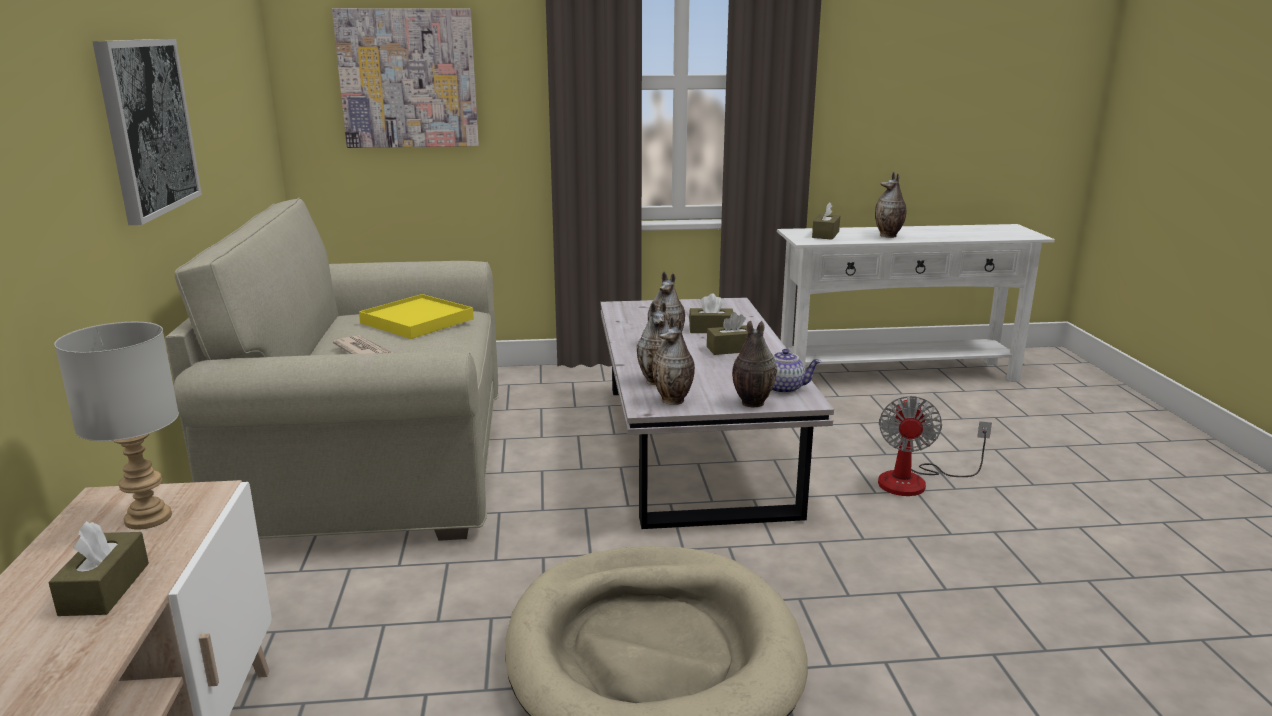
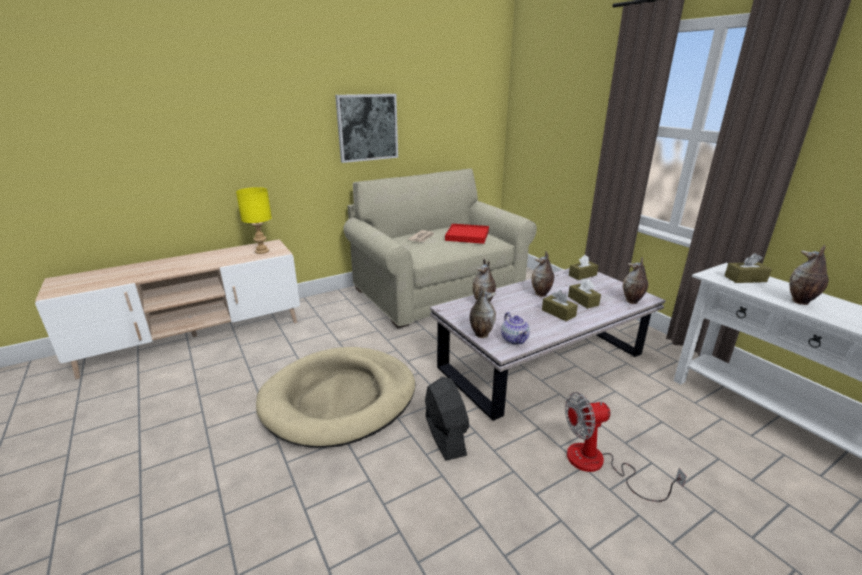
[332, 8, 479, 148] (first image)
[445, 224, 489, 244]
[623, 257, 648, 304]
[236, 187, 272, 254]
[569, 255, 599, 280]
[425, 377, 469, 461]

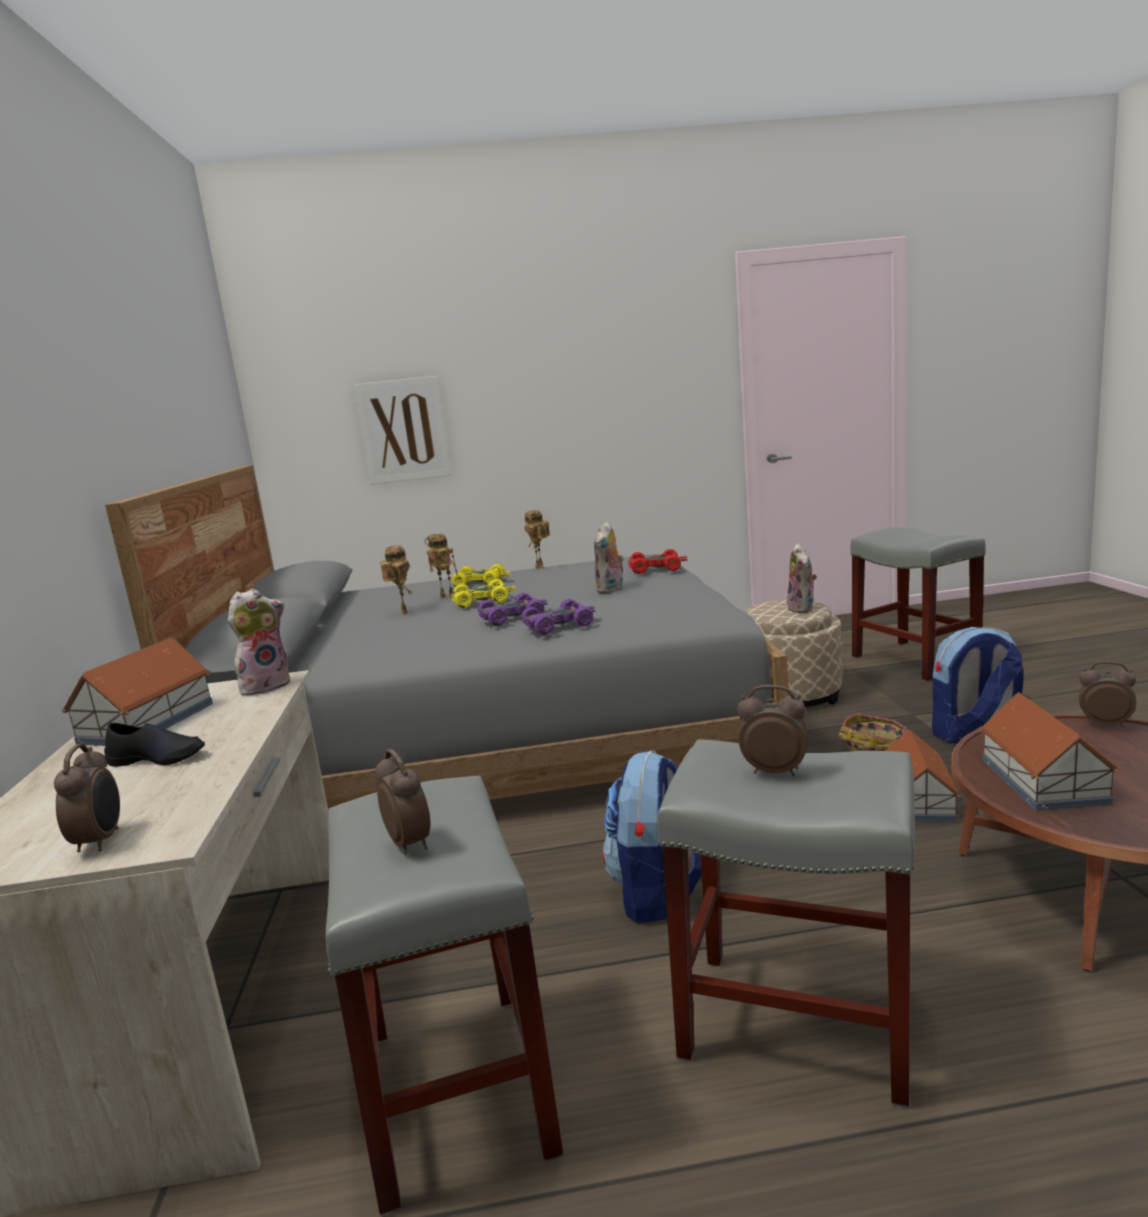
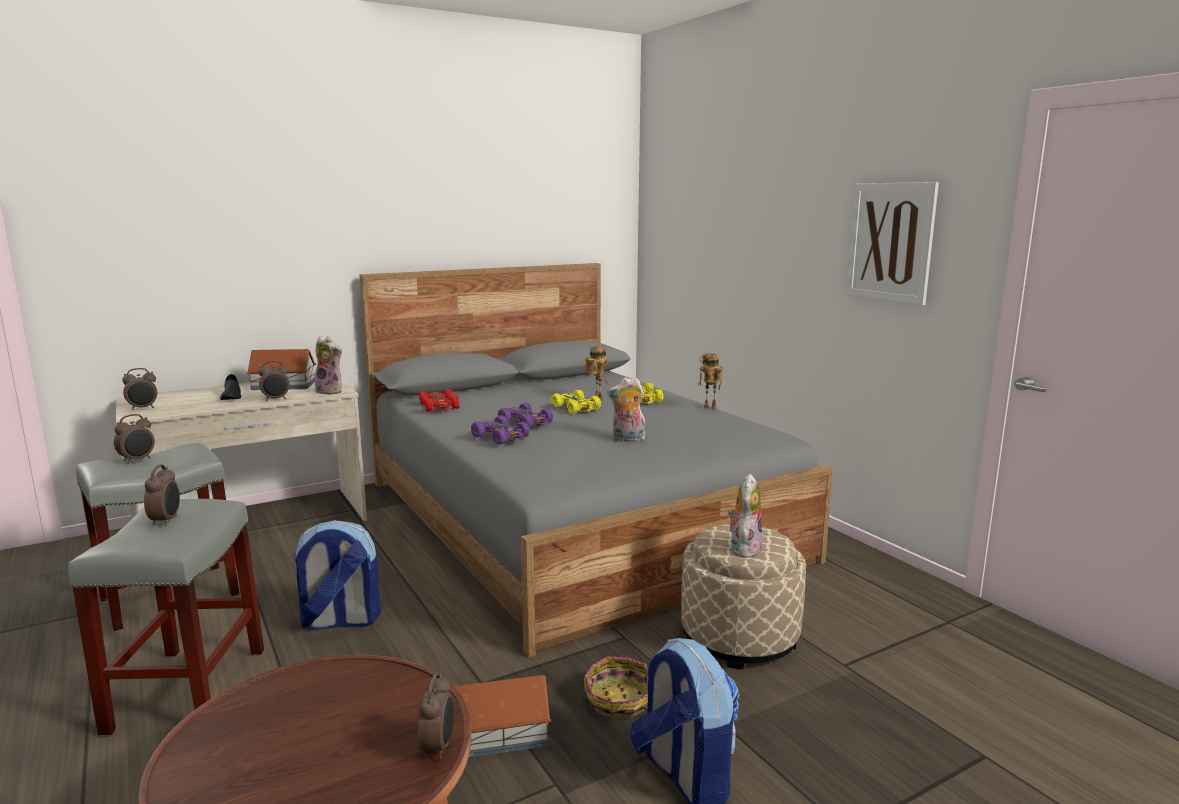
[846, 182, 939, 306]
[850, 527, 986, 682] (first image)
[728, 474, 763, 558]
[380, 545, 413, 615] (first image)
[419, 389, 460, 412]
[979, 692, 1120, 811] (first image)
[259, 361, 290, 401]

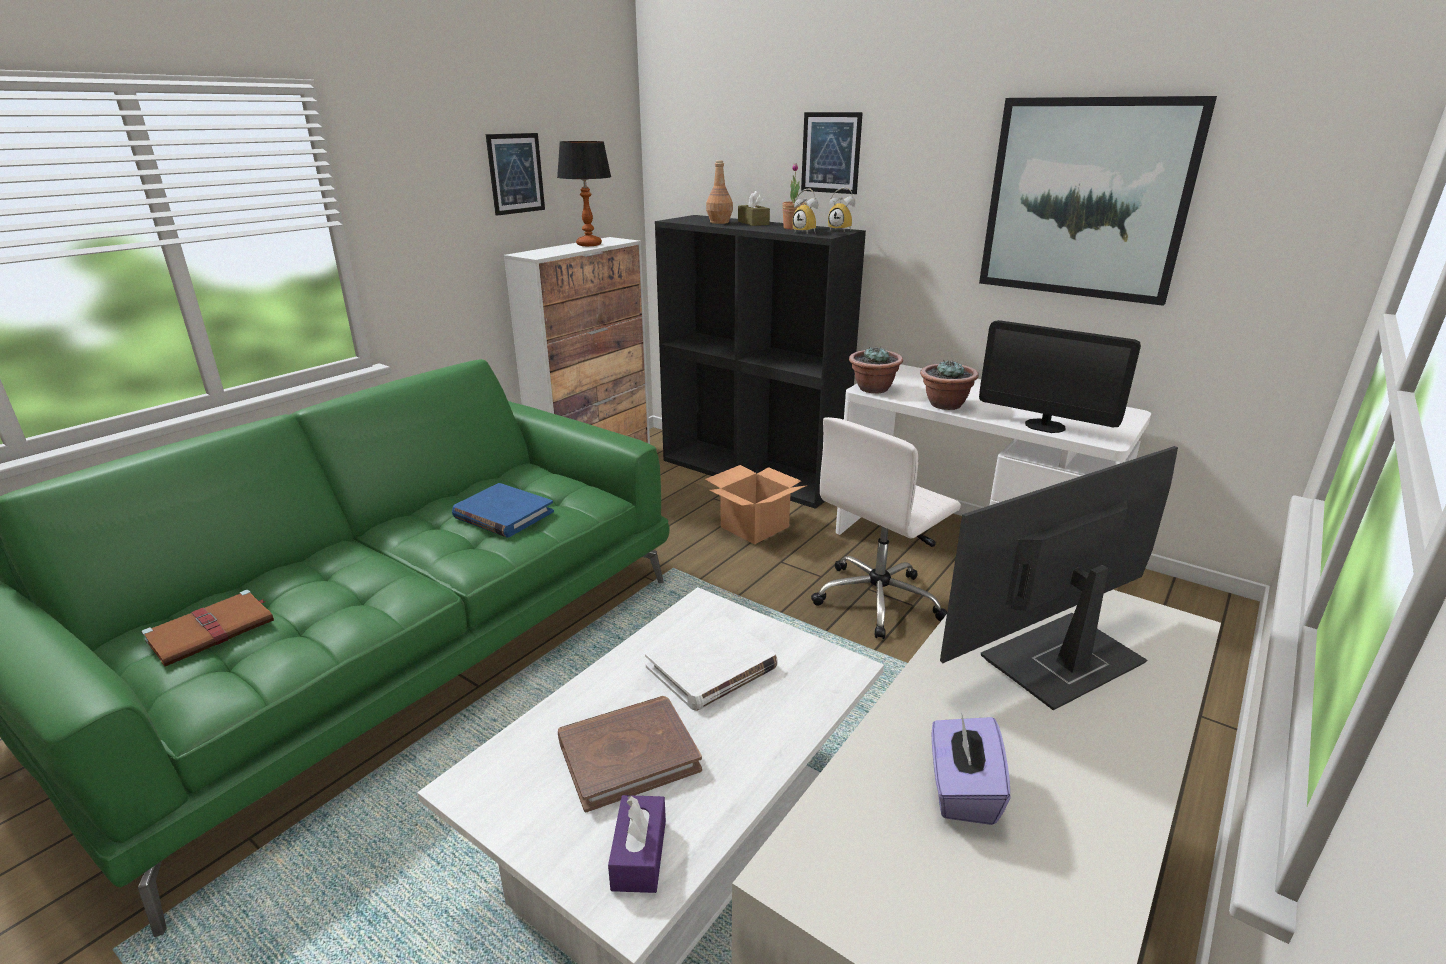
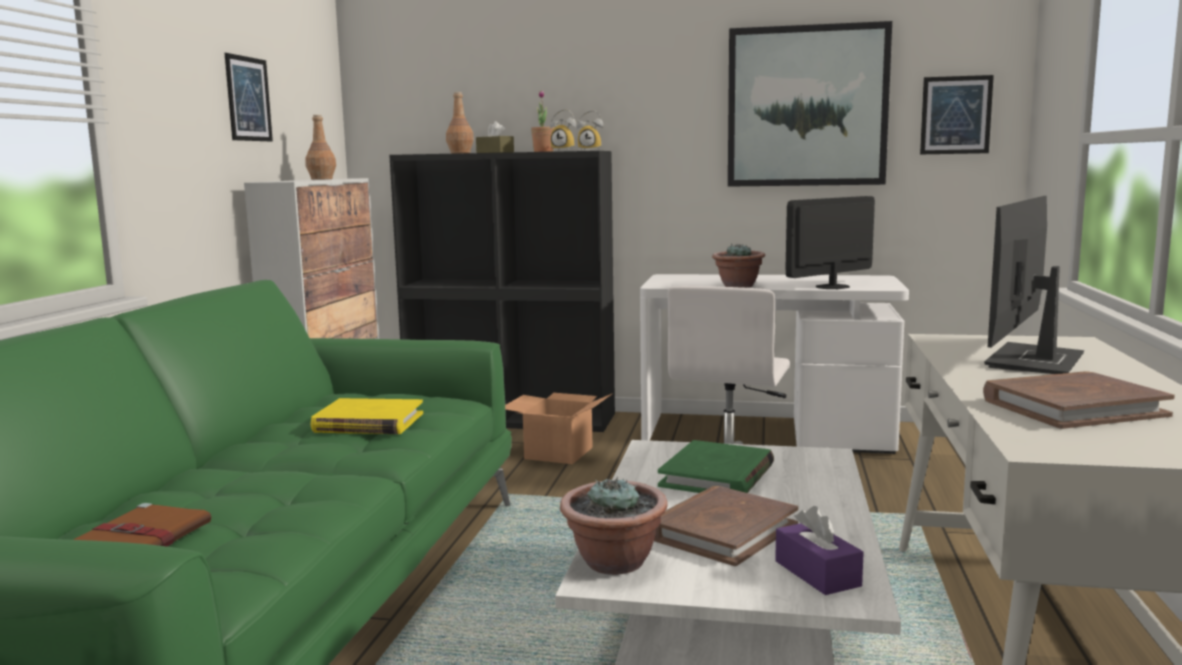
[920, 75, 994, 154]
[305, 115, 336, 180]
[786, 196, 875, 289]
[560, 477, 668, 575]
[311, 398, 423, 434]
[658, 440, 774, 493]
[983, 371, 1175, 429]

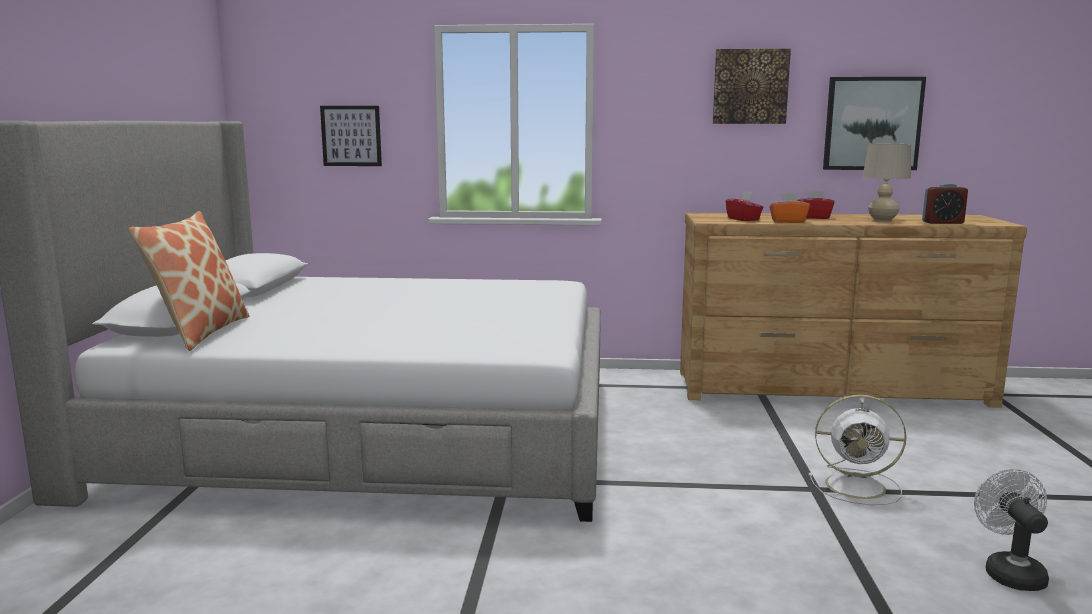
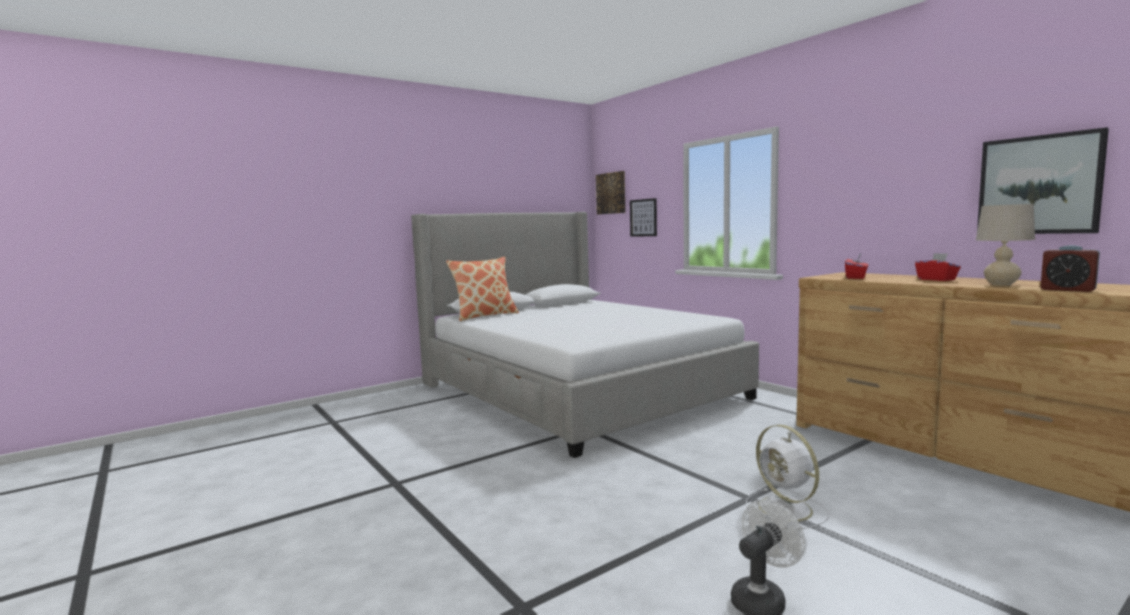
[596, 171, 625, 214]
[769, 193, 810, 223] (first image)

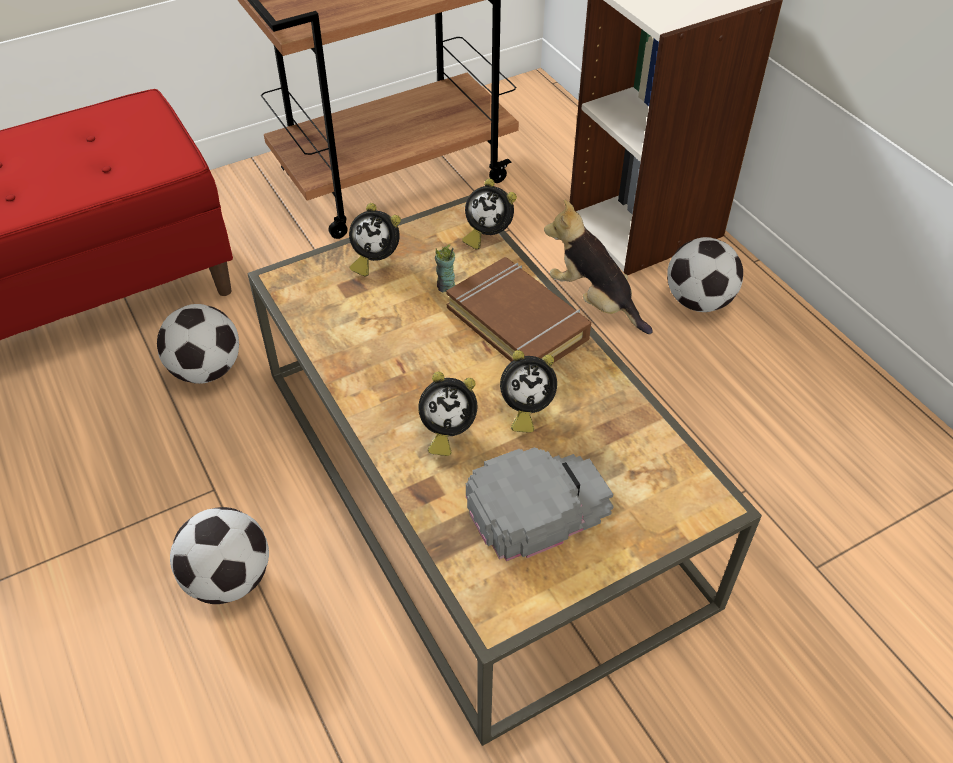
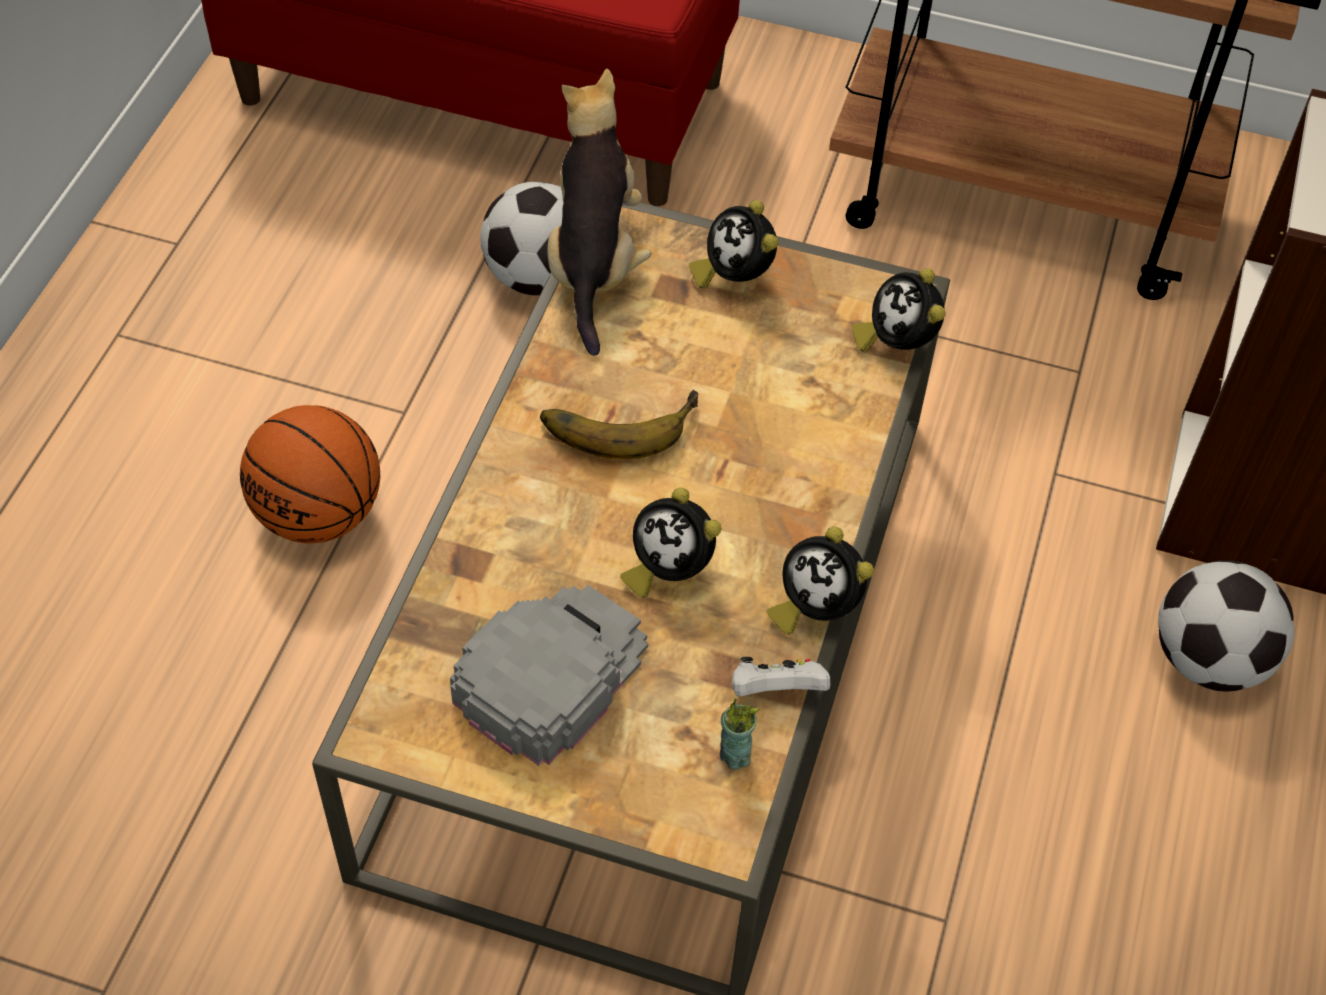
[547, 69, 652, 356]
[720, 699, 760, 770]
[446, 257, 591, 363] (first image)
[767, 527, 874, 635]
[450, 585, 648, 766]
[240, 405, 380, 544]
[540, 390, 698, 459]
[732, 657, 830, 697]

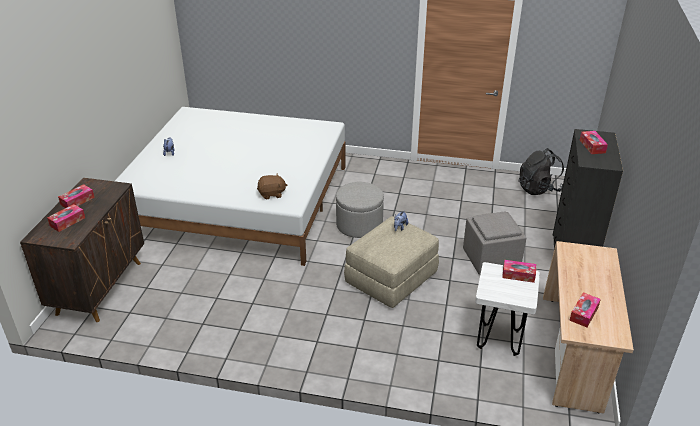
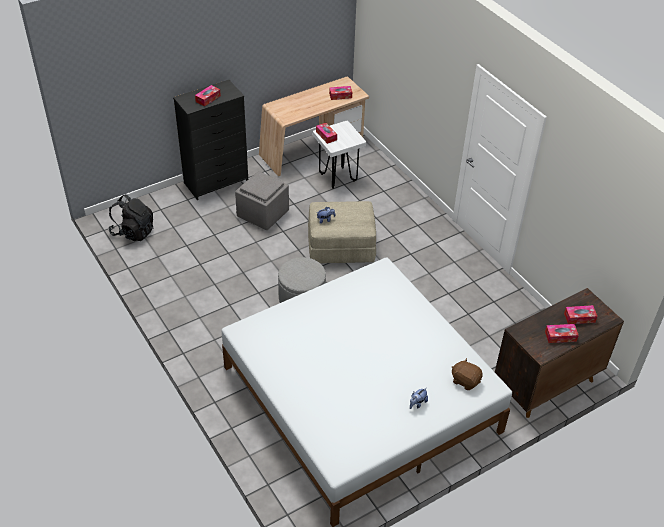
[452, 358, 483, 390]

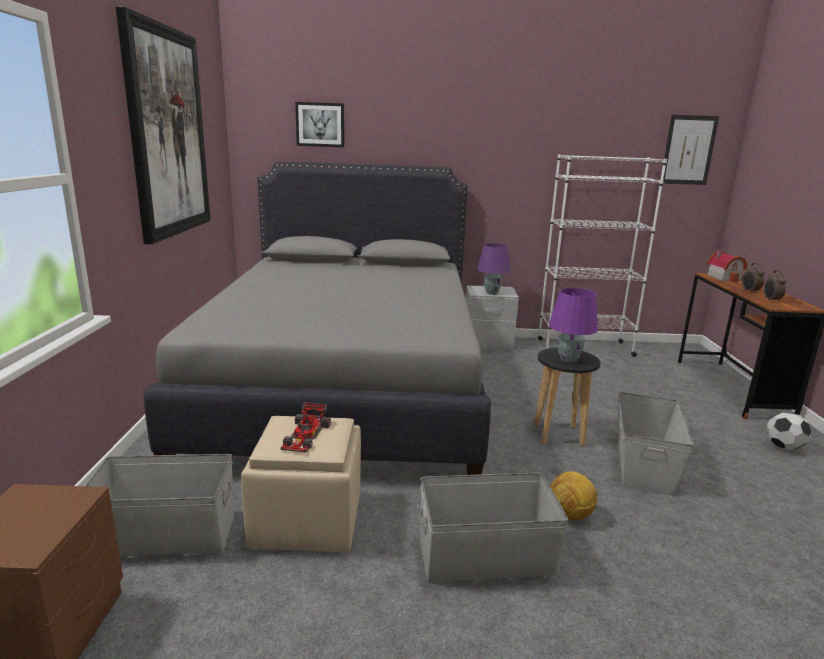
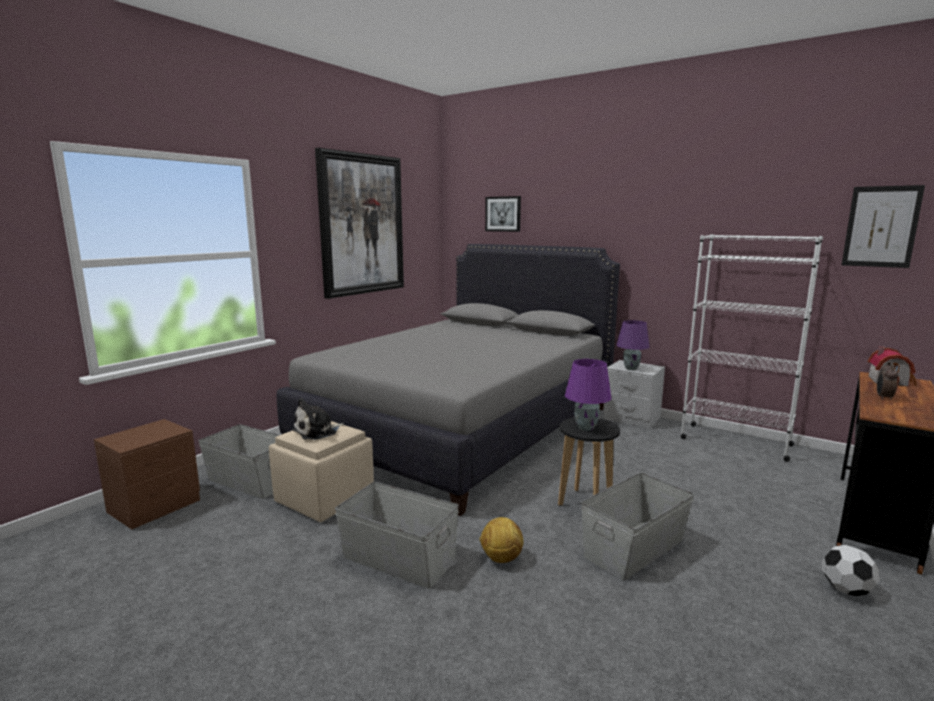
[764, 270, 786, 302] (first image)
[293, 398, 344, 440]

